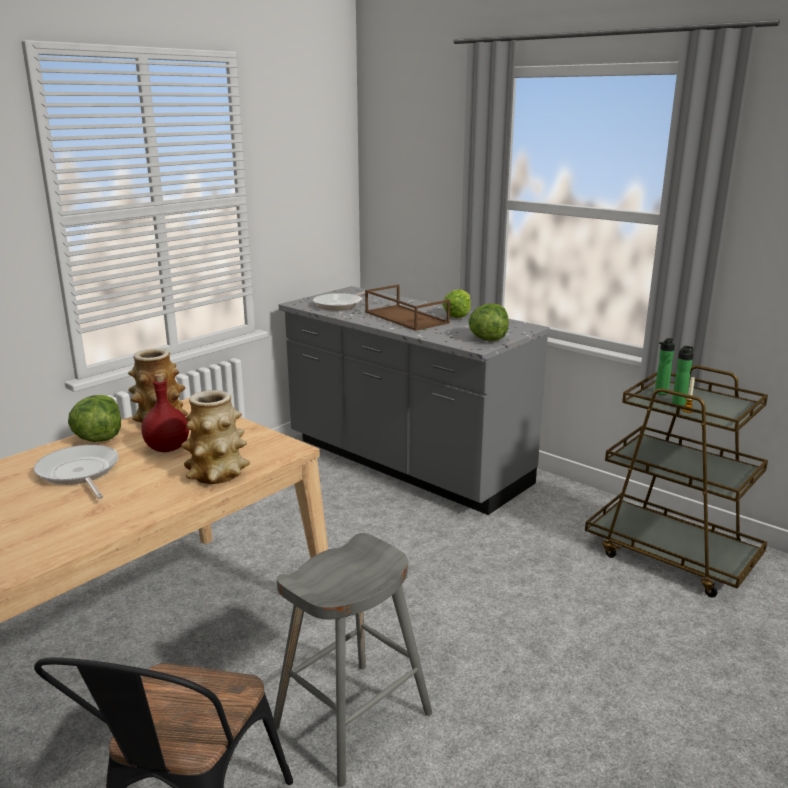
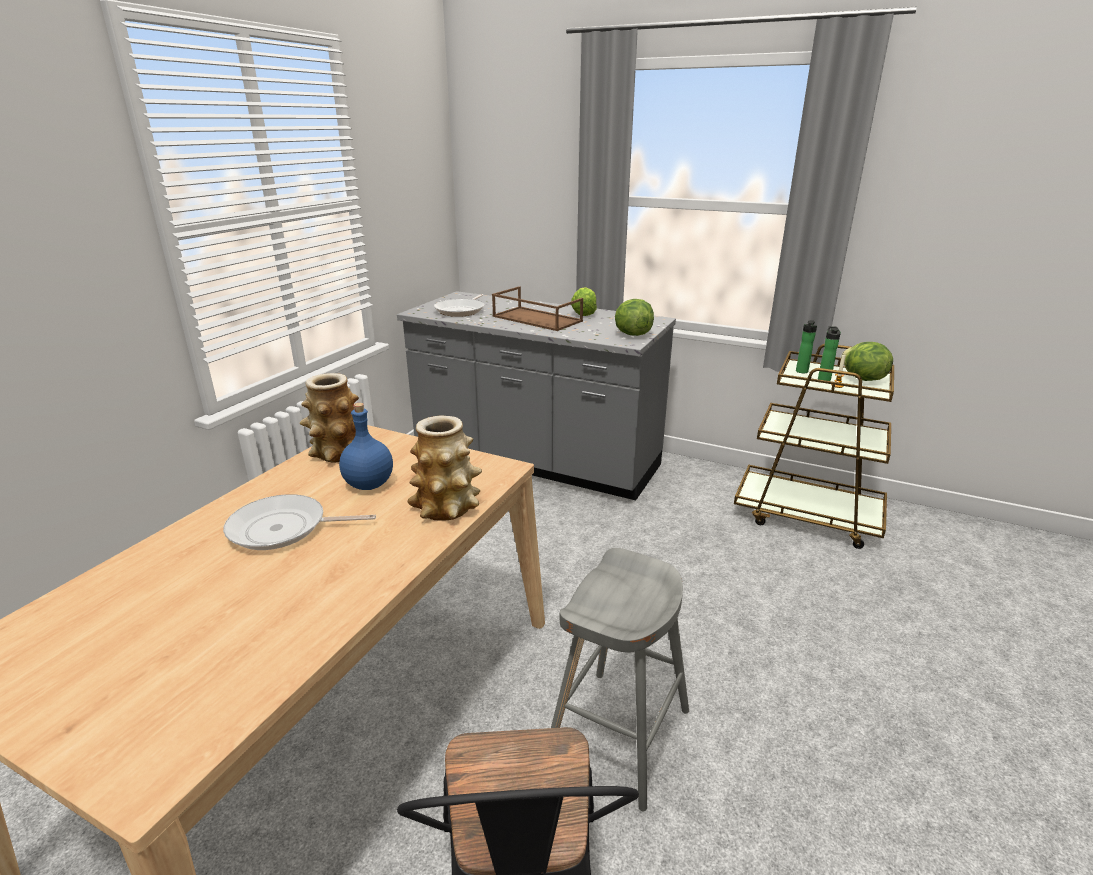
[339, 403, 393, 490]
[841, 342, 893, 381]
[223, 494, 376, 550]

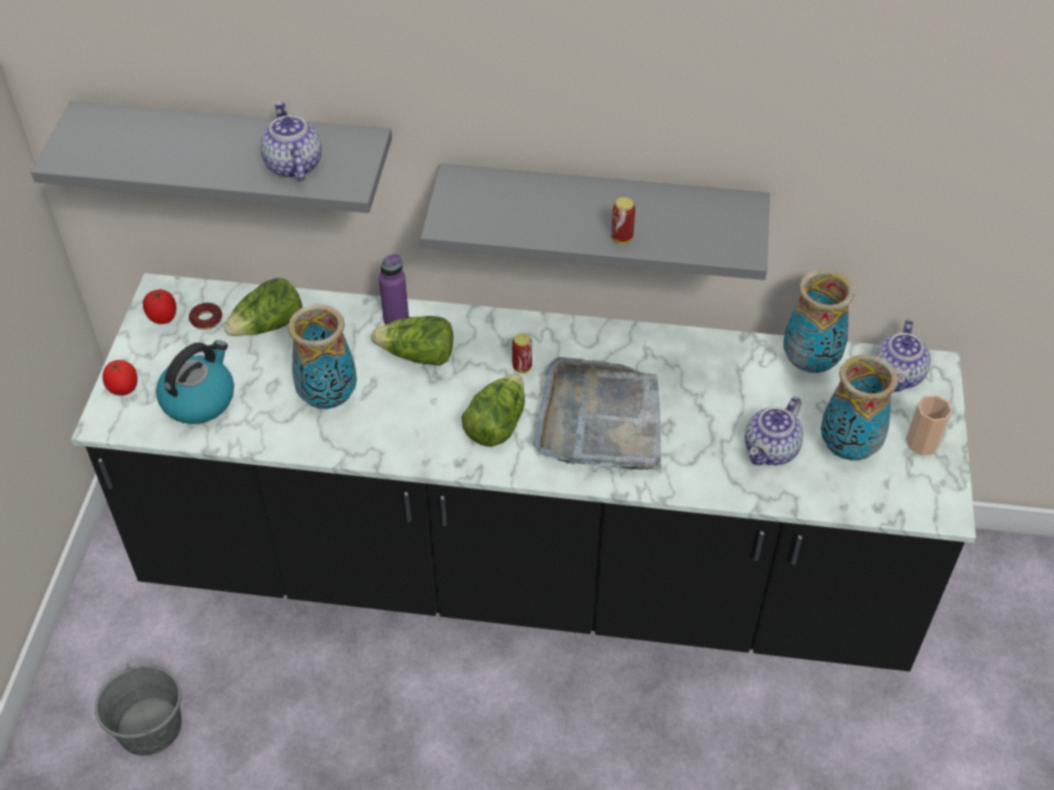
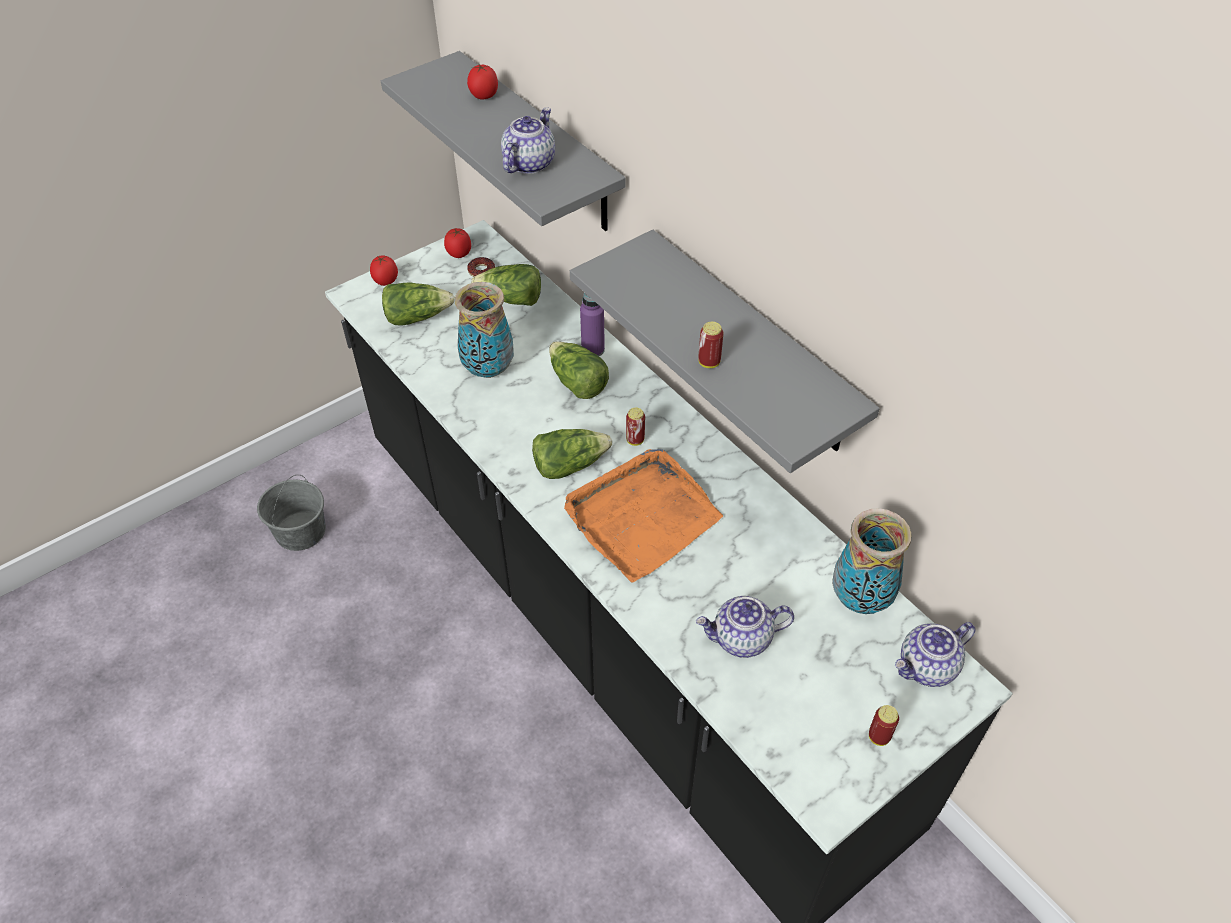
[382, 282, 455, 326]
[821, 354, 898, 460] (first image)
[564, 449, 723, 583]
[869, 705, 899, 746]
[467, 64, 498, 99]

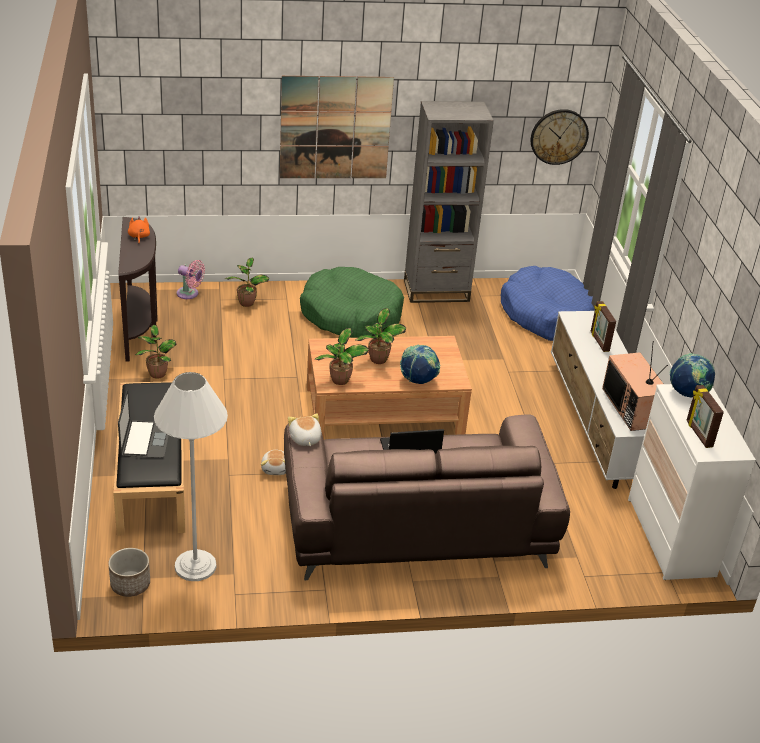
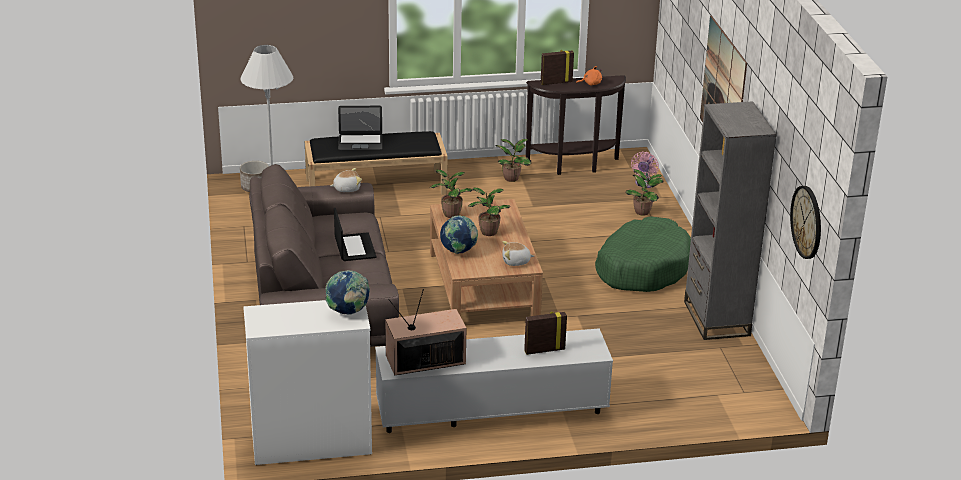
[501, 266, 594, 341] (first image)
[541, 50, 574, 85]
[502, 241, 534, 266]

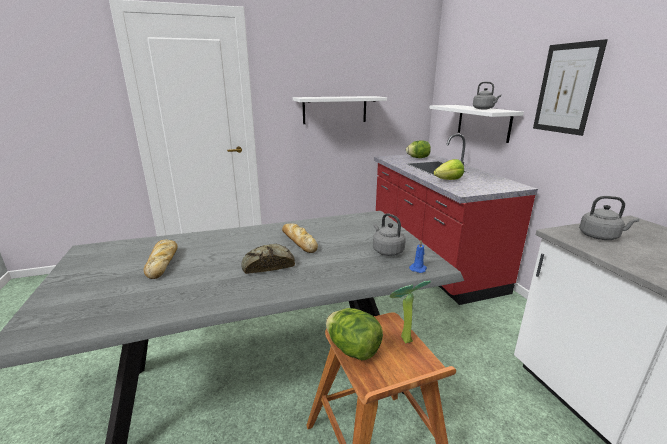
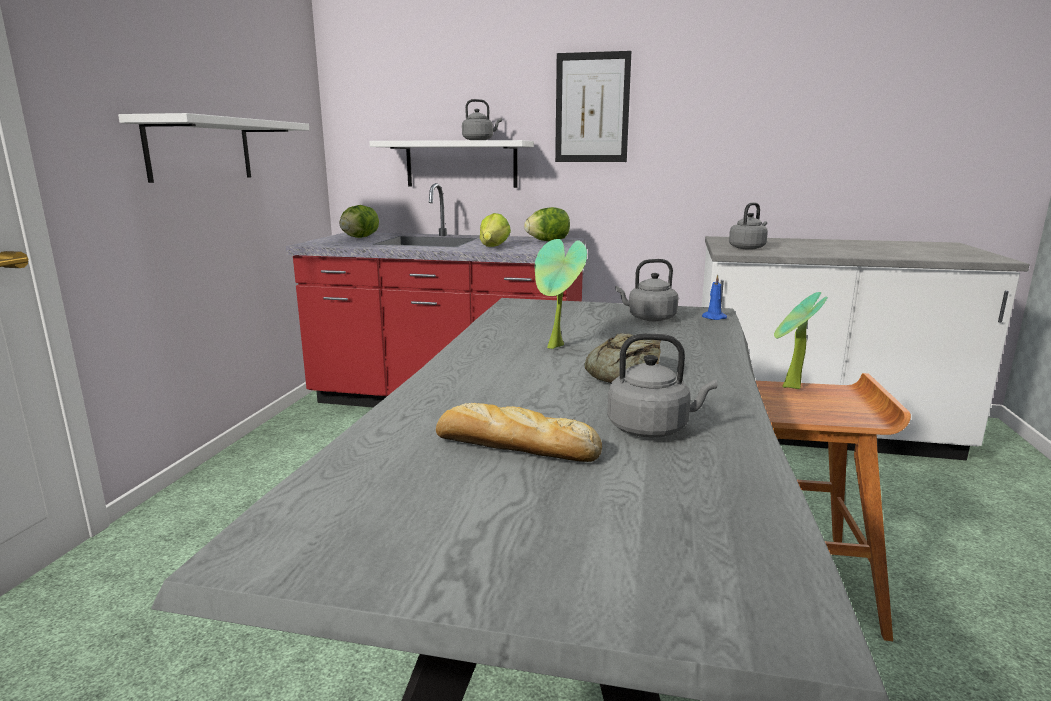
[535, 239, 587, 349]
[524, 207, 570, 241]
[607, 333, 717, 438]

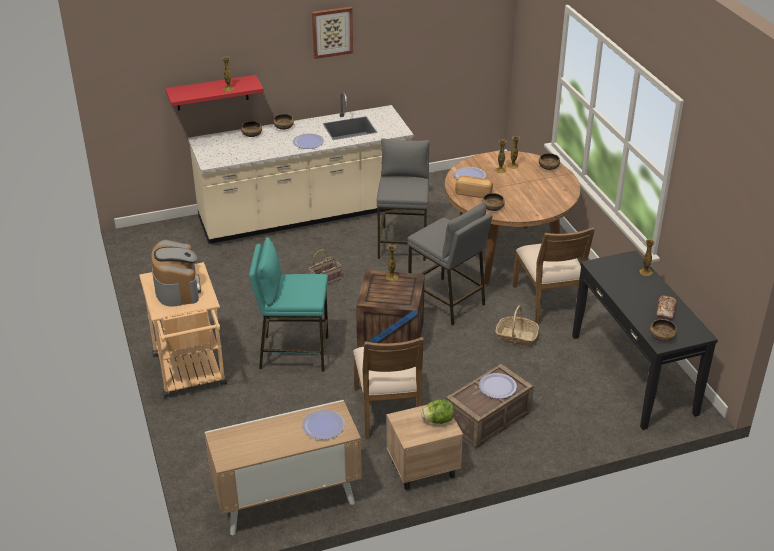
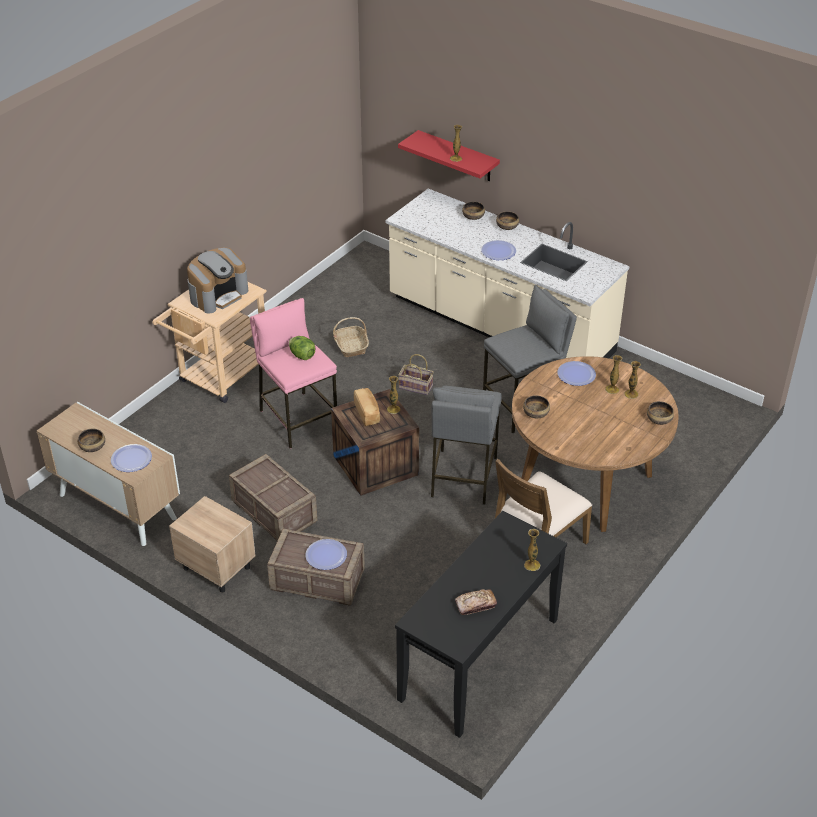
[312, 7, 353, 59] (first image)
[354, 388, 380, 426]
[250, 298, 337, 449]
[333, 317, 369, 357]
[78, 429, 105, 452]
[229, 454, 317, 541]
[289, 336, 315, 360]

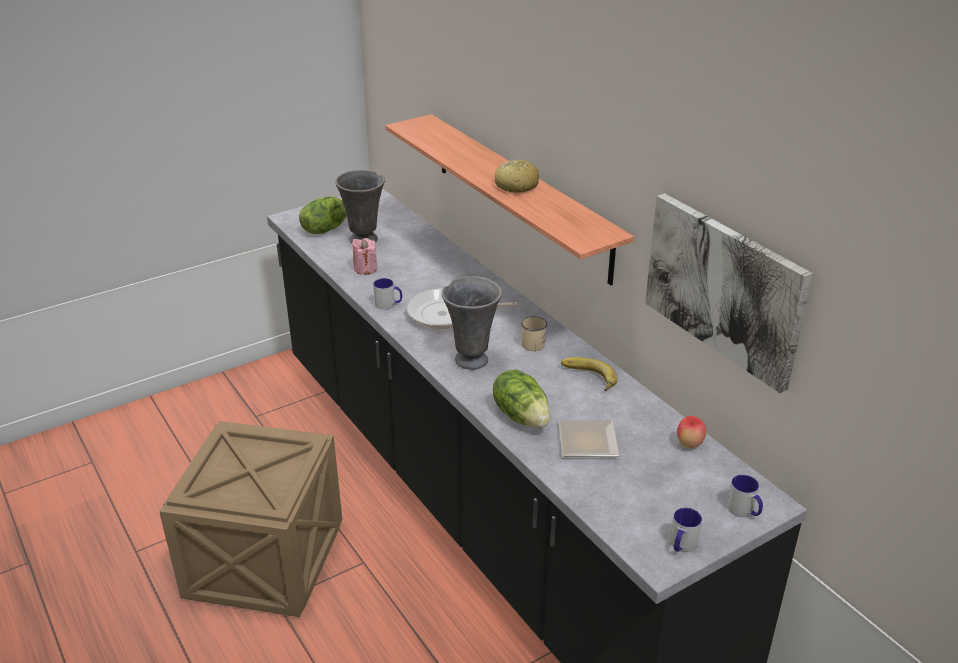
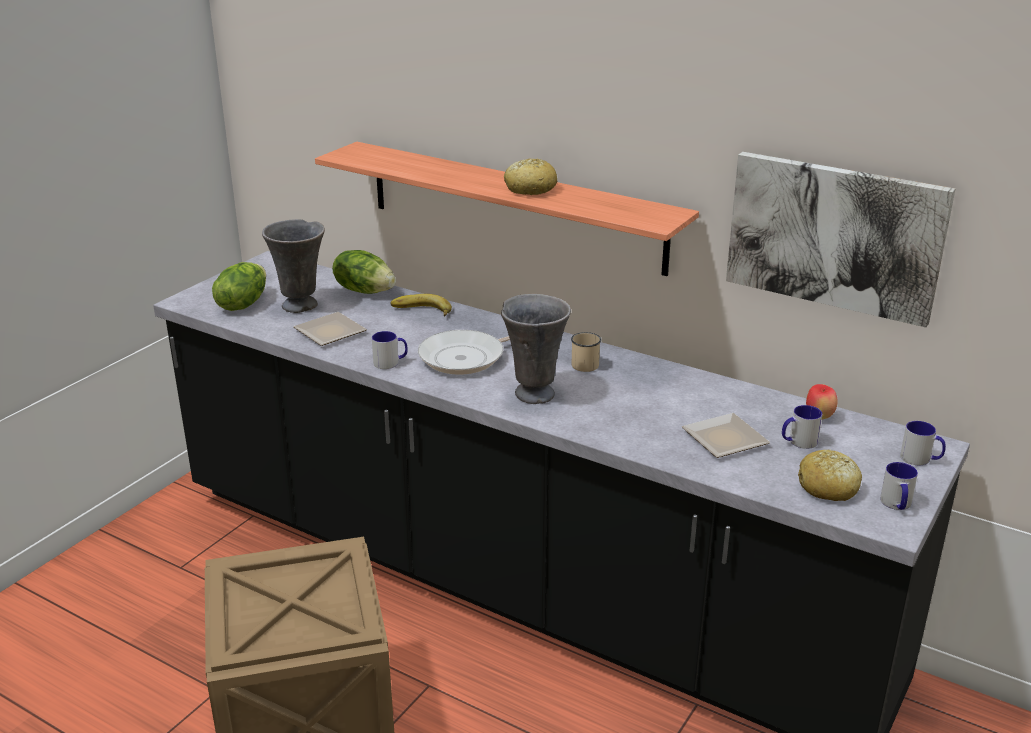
[293, 312, 367, 346]
[391, 294, 452, 317]
[332, 250, 396, 294]
[782, 405, 822, 449]
[798, 449, 862, 501]

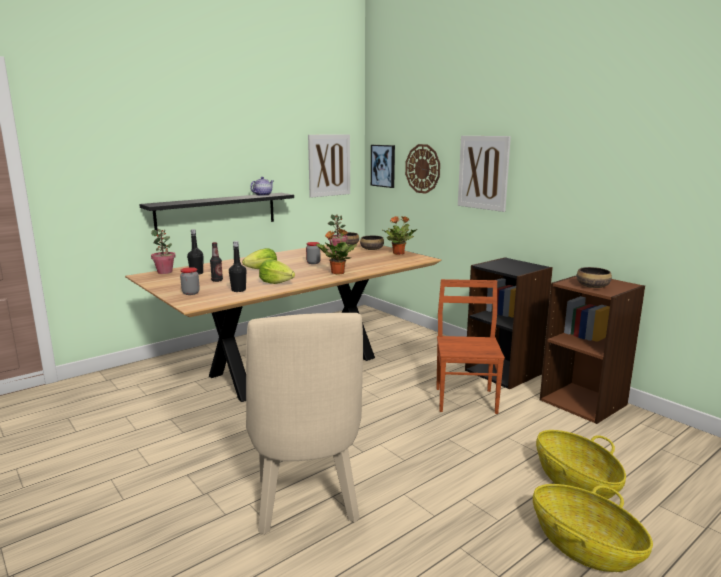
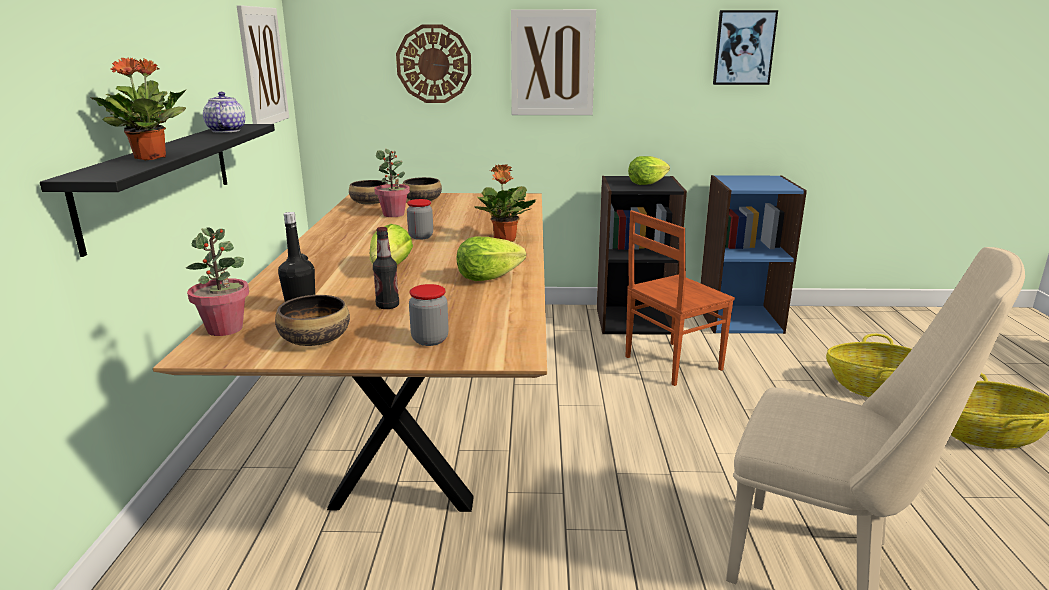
[713, 10, 778, 85]
[91, 58, 187, 160]
[229, 241, 246, 292] (first image)
[275, 295, 350, 346]
[701, 175, 807, 334]
[625, 210, 735, 386]
[628, 156, 670, 185]

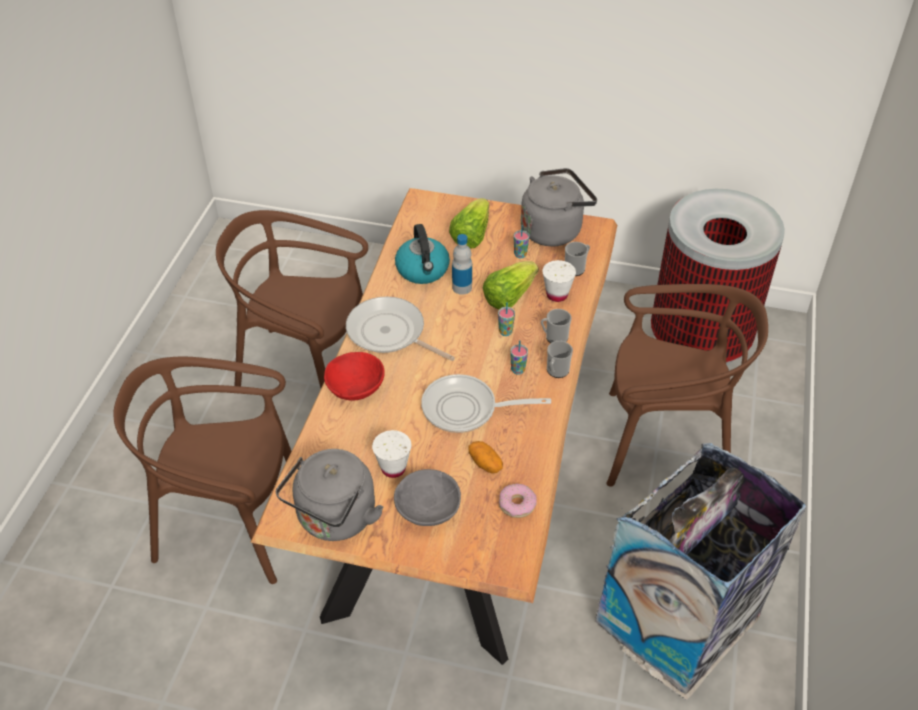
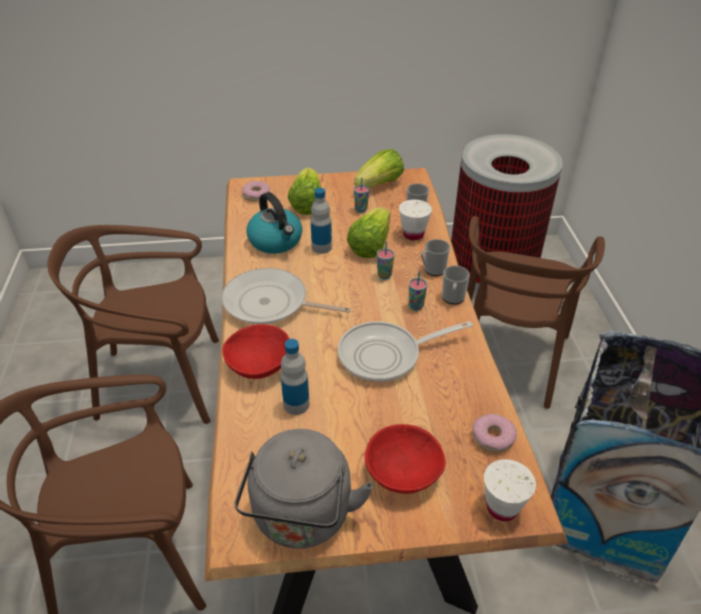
[354, 149, 404, 188]
[467, 216, 605, 409]
[484, 459, 536, 521]
[469, 441, 503, 474] (first image)
[365, 424, 446, 494]
[242, 181, 270, 202]
[281, 339, 310, 415]

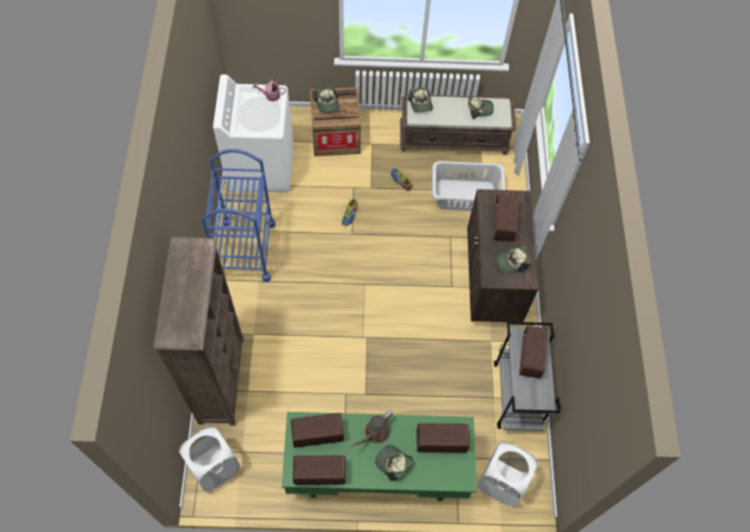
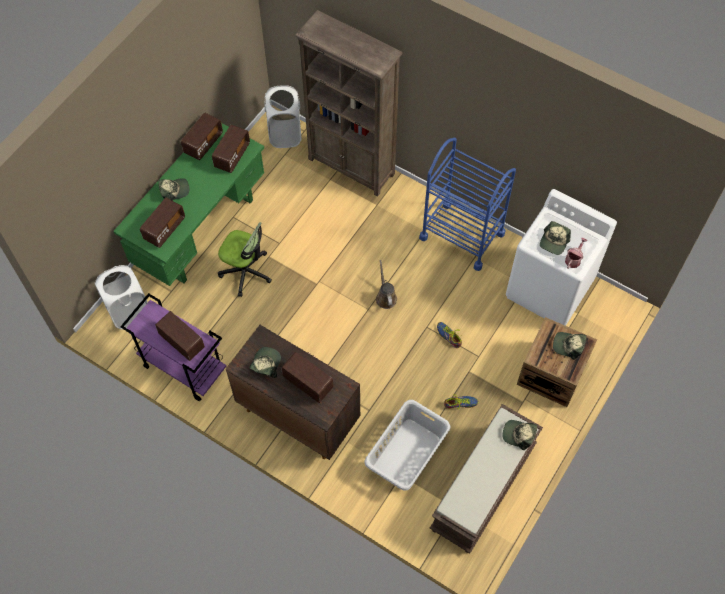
[540, 221, 571, 255]
[120, 293, 226, 401]
[376, 260, 397, 309]
[218, 222, 272, 297]

